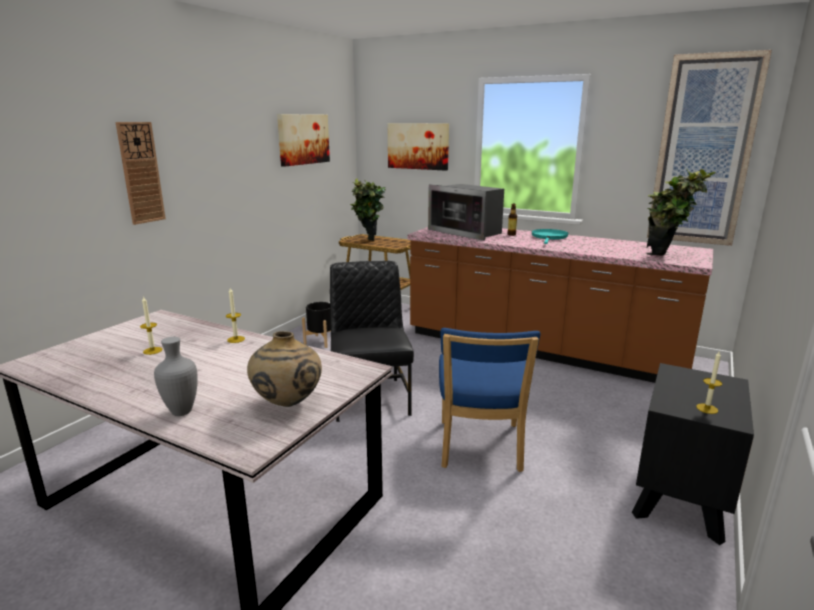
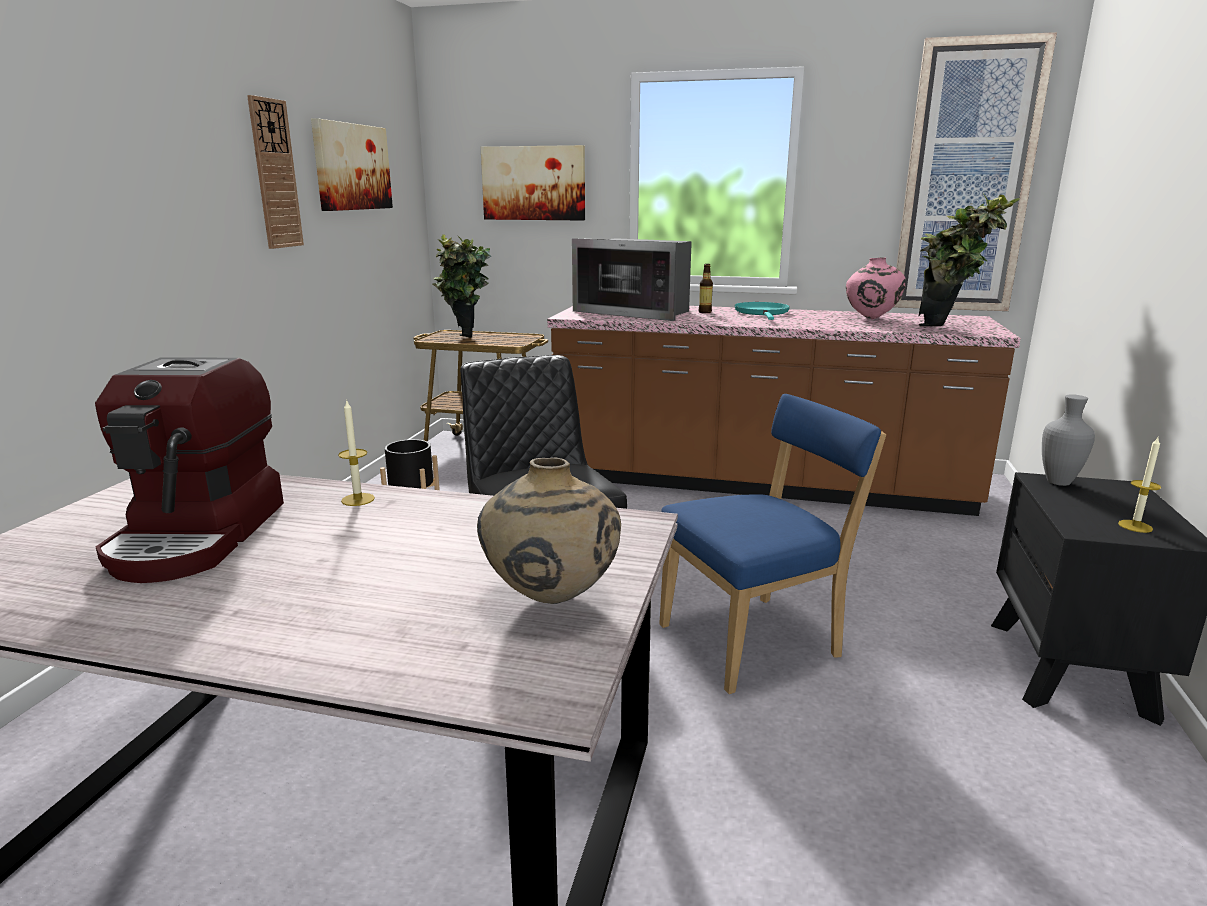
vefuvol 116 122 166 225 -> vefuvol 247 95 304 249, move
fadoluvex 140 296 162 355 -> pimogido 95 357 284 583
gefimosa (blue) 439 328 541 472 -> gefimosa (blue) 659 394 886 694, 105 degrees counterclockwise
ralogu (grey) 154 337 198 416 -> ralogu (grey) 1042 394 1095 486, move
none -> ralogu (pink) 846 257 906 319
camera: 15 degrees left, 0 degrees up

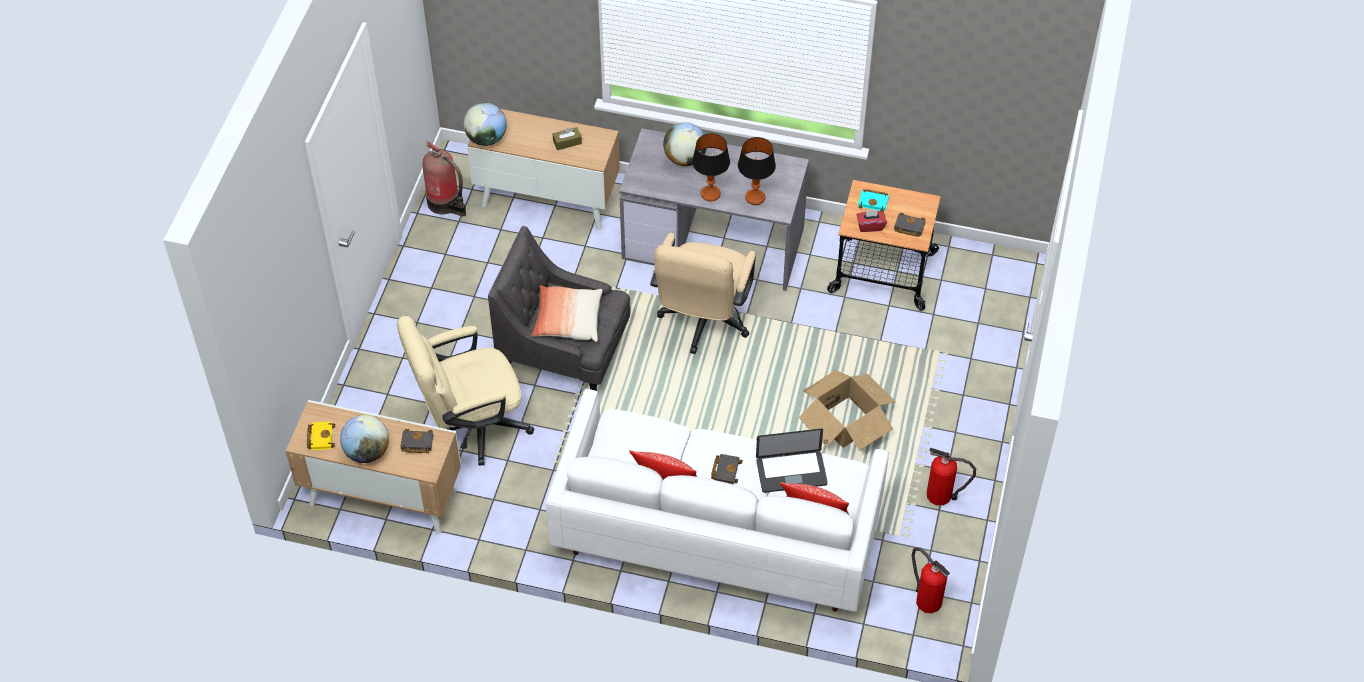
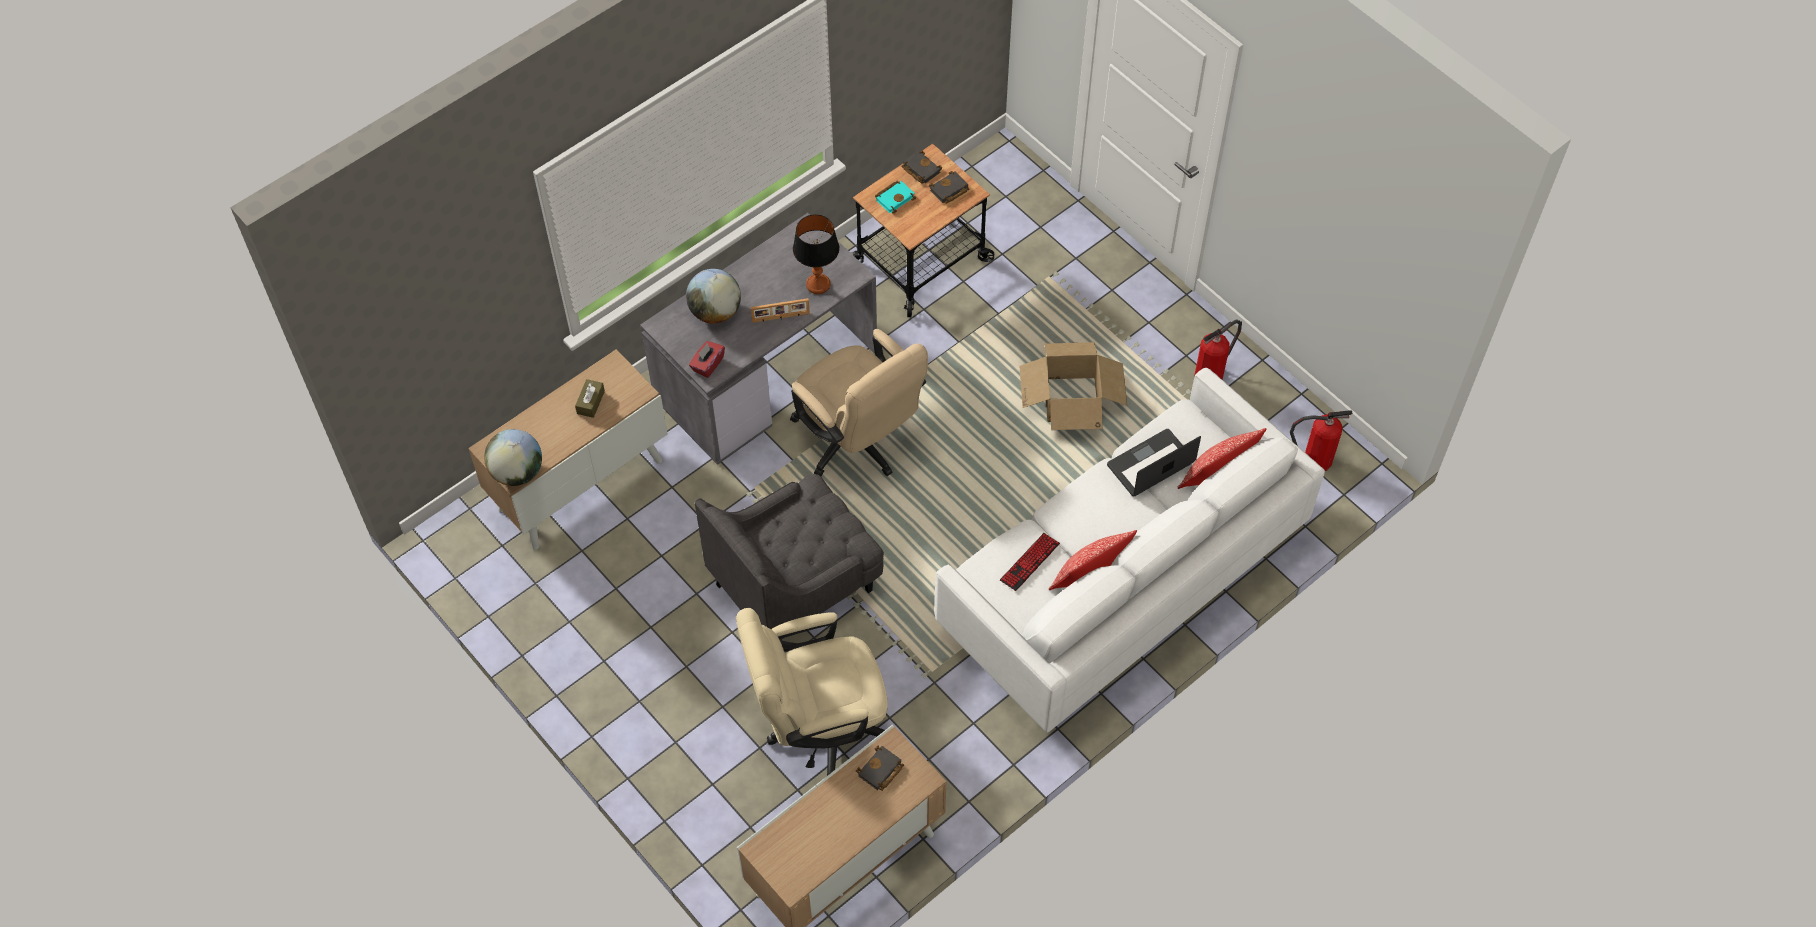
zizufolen 692 133 730 201 -> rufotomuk 751 298 810 323
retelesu 423 140 466 216 -> none
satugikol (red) 857 210 887 232 -> satugikol (red) 689 341 725 378, move
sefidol 531 285 603 342 -> none
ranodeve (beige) 397 316 534 466 -> ranodeve (beige) 736 608 888 776, 60 degrees clockwise
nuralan 340 415 389 463 -> none
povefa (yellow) 307 421 335 450 -> none
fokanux 756 429 828 493 -> fokanux 1107 429 1201 497, 150 degrees counterclockwise
povefa (black) 711 454 743 485 -> povefa (black) 901 151 942 184, move
none -> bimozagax 1000 533 1060 591
camera: 55 degrees left, 5 degrees up

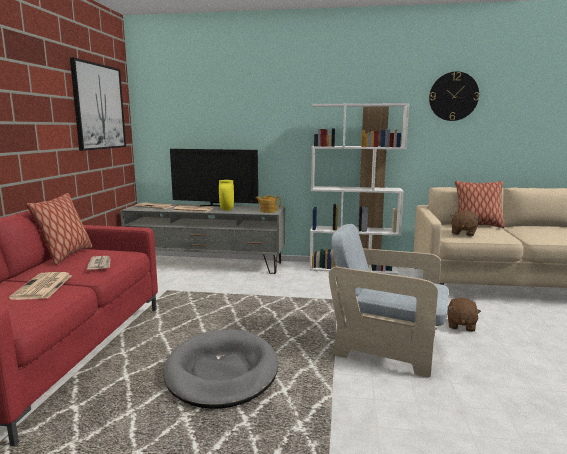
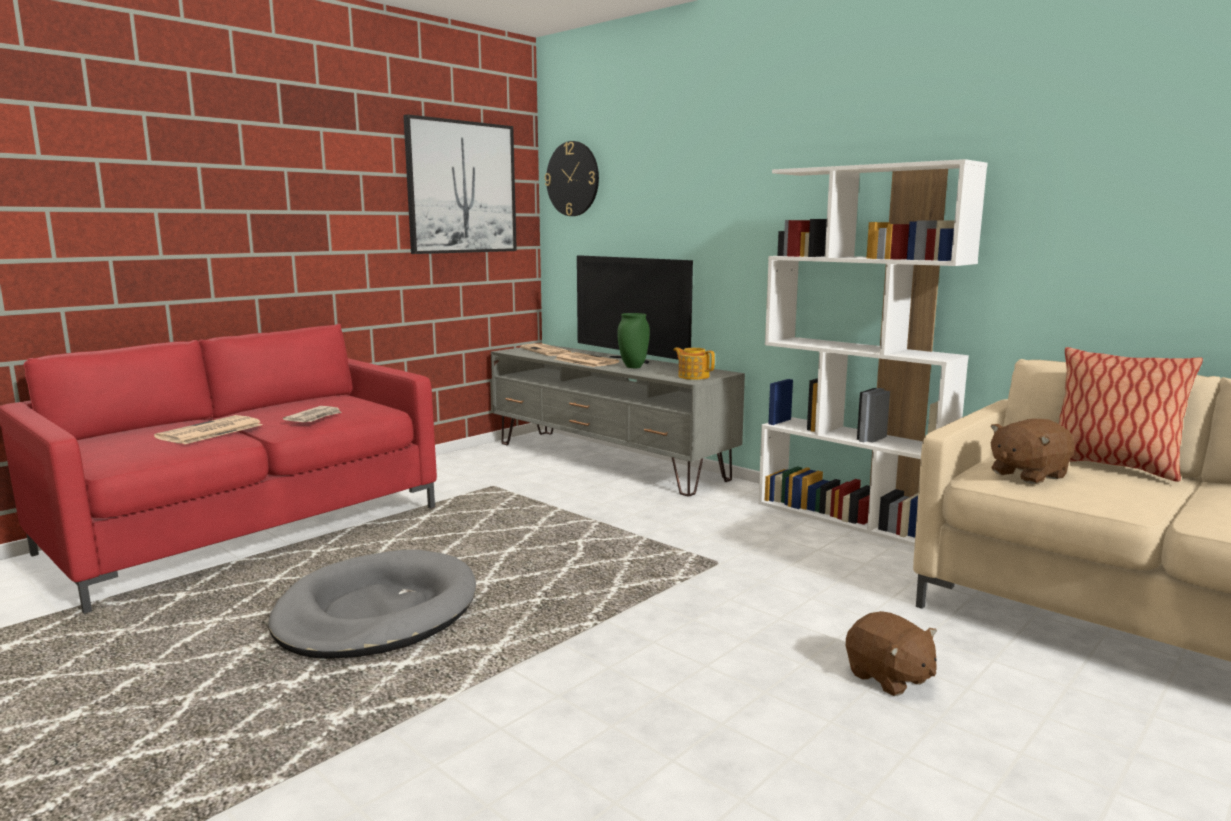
vefuvol 429 71 479 121 -> vefuvol 545 141 599 216, move
ralogu (yellow) 219 180 234 211 -> ralogu (green) 617 313 650 368
sefidol 26 193 93 265 -> none
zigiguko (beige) 329 224 448 378 -> none
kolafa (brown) 448 298 481 332 -> kolafa (brown) 846 611 937 696, 90 degrees counterclockwise
camera: 35 degrees right, 0 degrees up

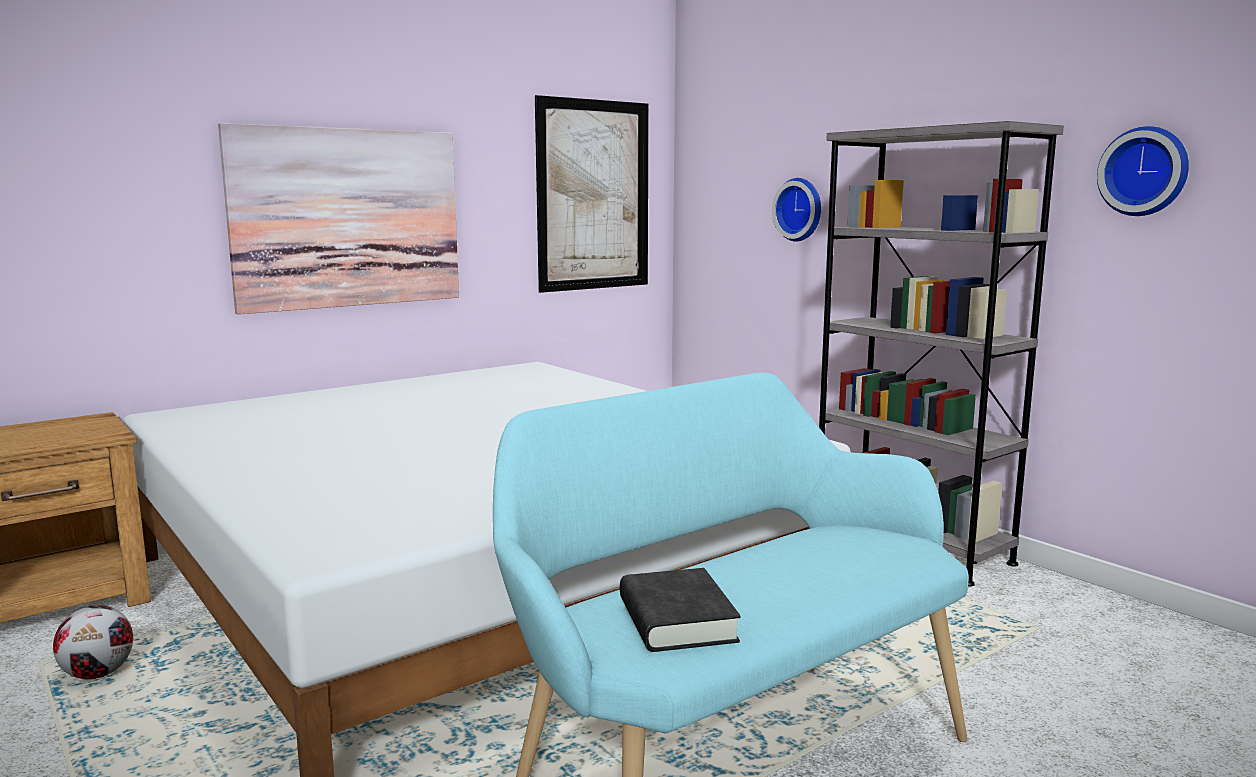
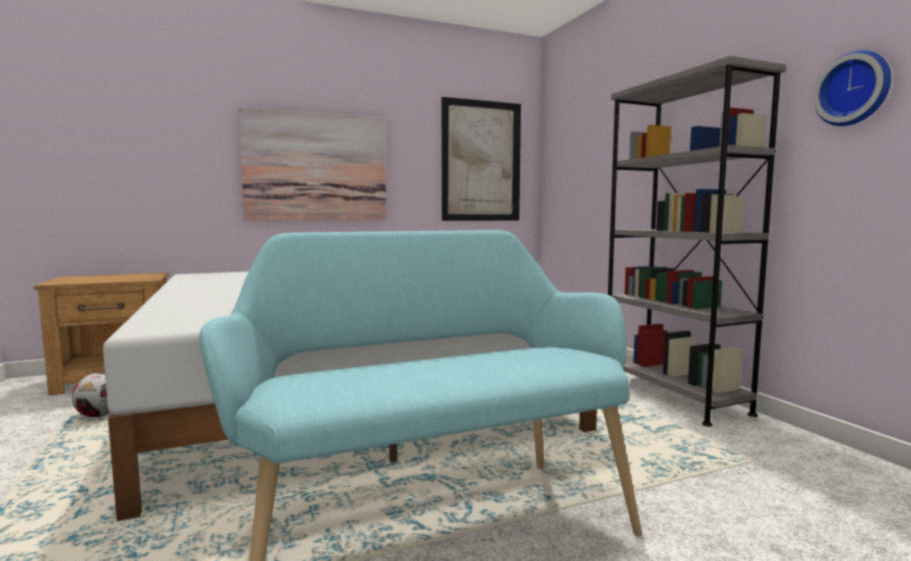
vefuvol 772 178 821 242 -> none
povefa (black) 620 568 740 652 -> none
camera: 15 degrees right, 5 degrees down

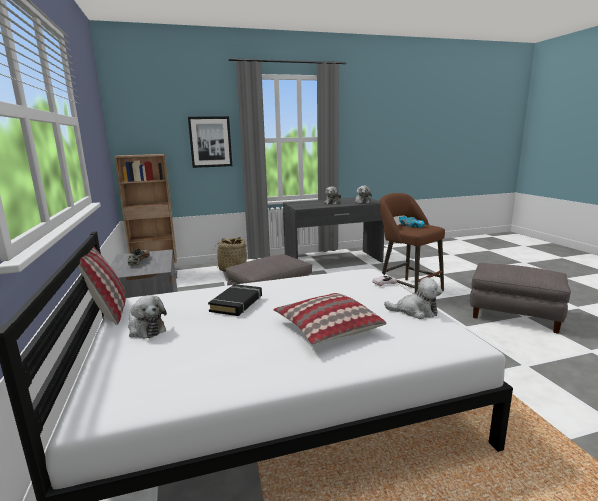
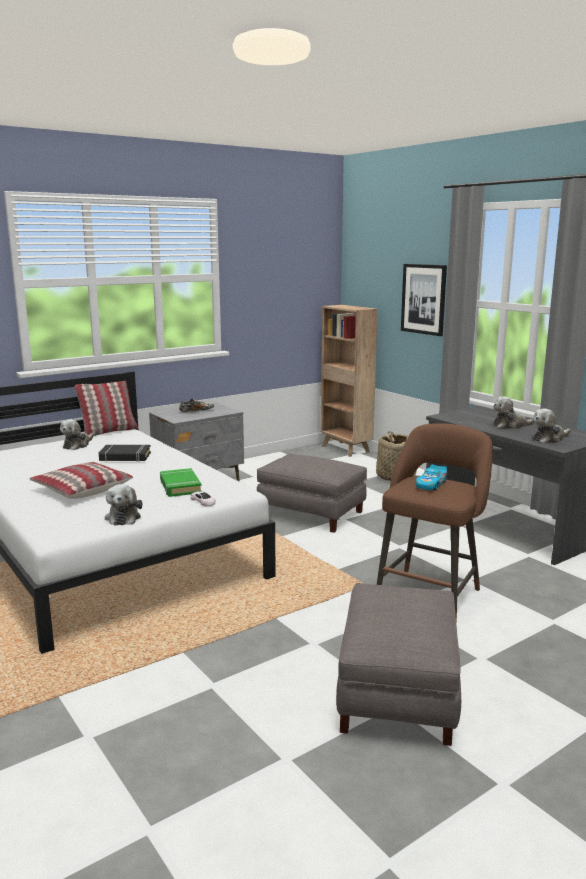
none -> povefa (green) 160 468 202 497
camera: 70 degrees right, 0 degrees up

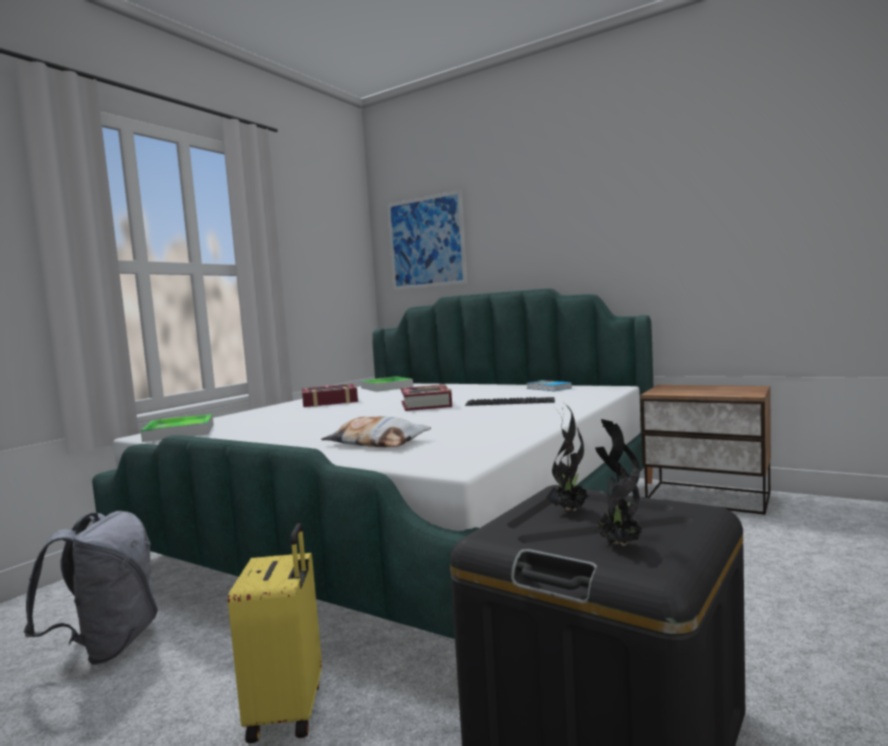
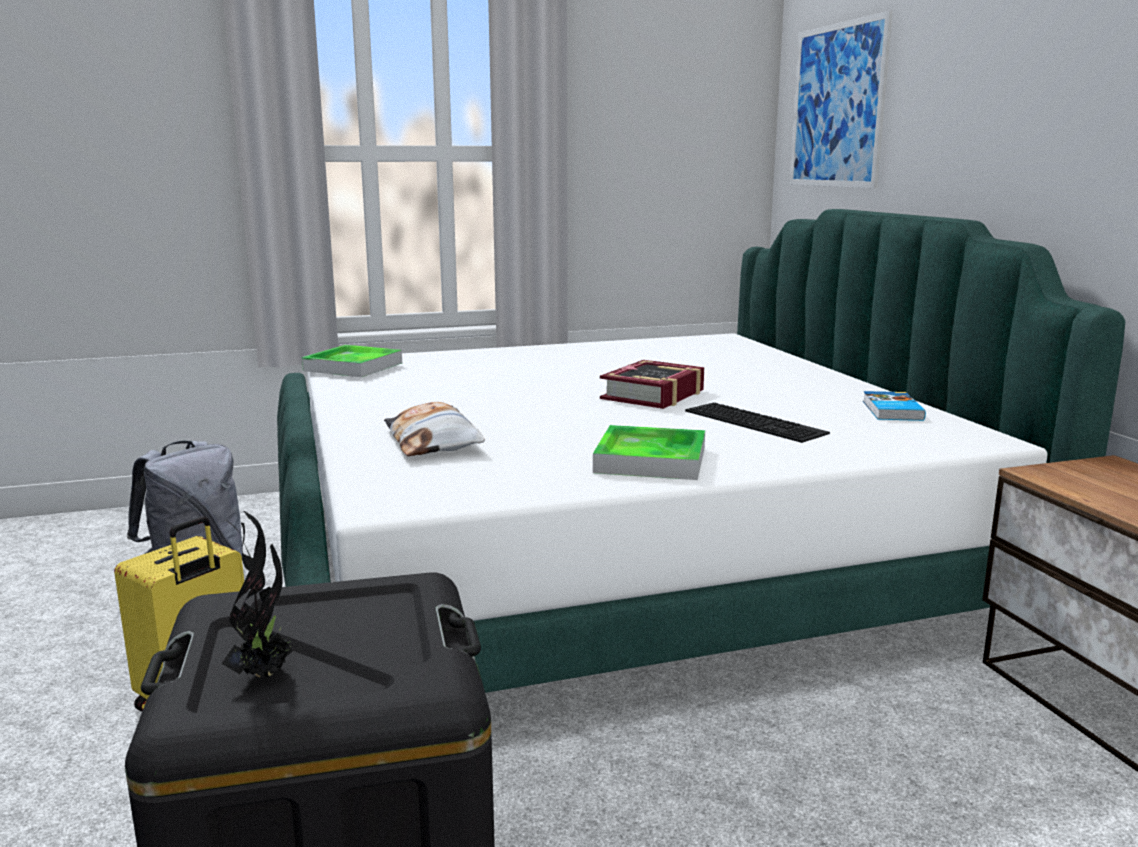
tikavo 361 376 413 392 -> tikavo 593 425 705 480, move
povefa 302 384 358 407 -> none
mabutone 546 403 589 511 -> none
camera: 40 degrees right, 10 degrees up

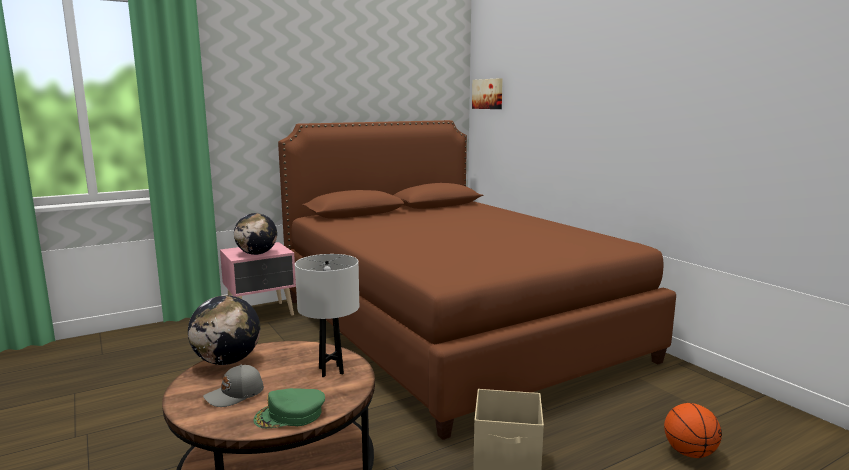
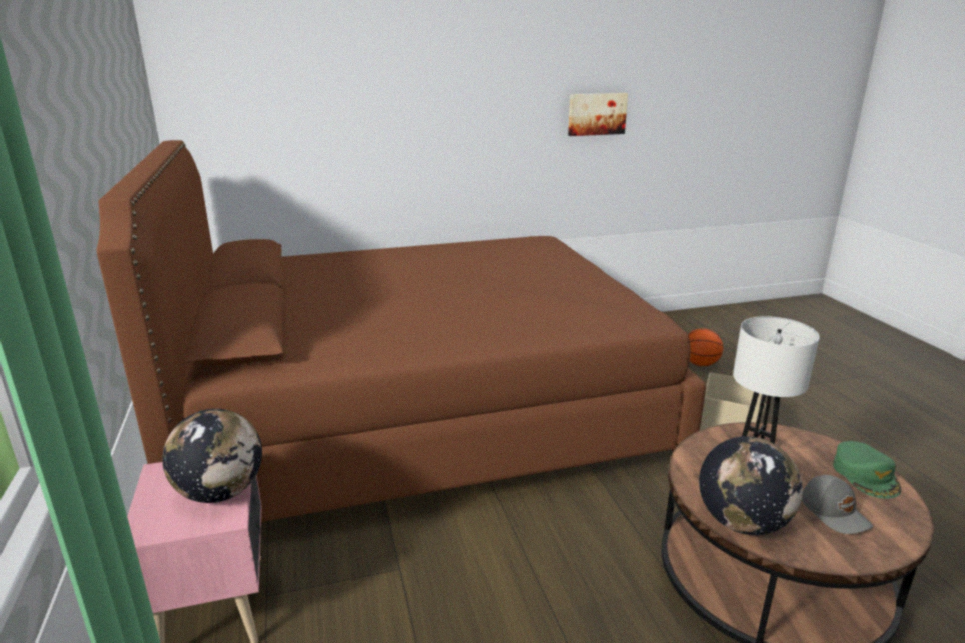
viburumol 472 78 503 109 -> viburumol 568 93 628 136, move
camera: 75 degrees left, 10 degrees up

